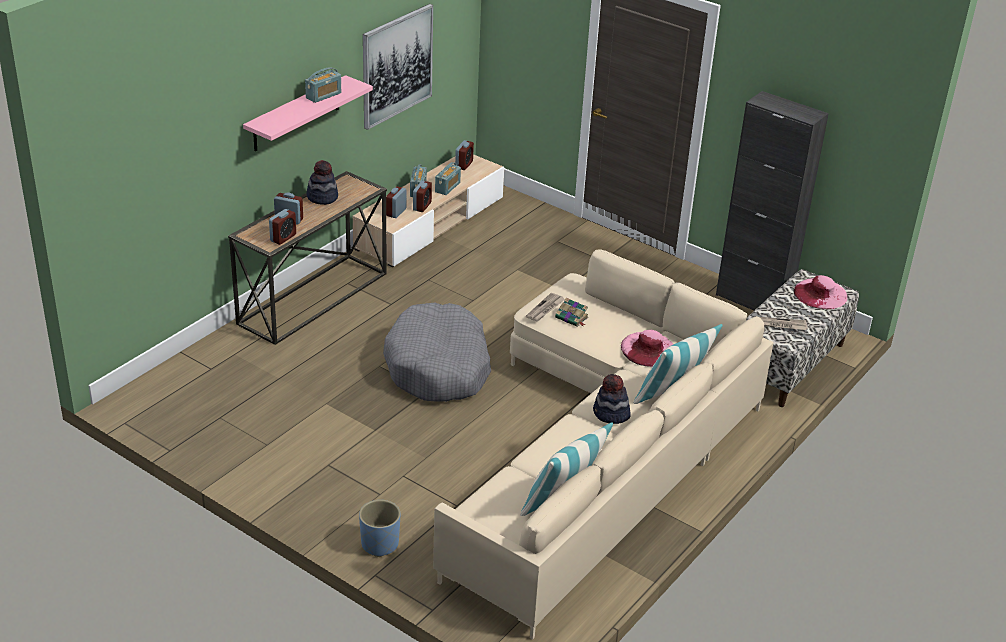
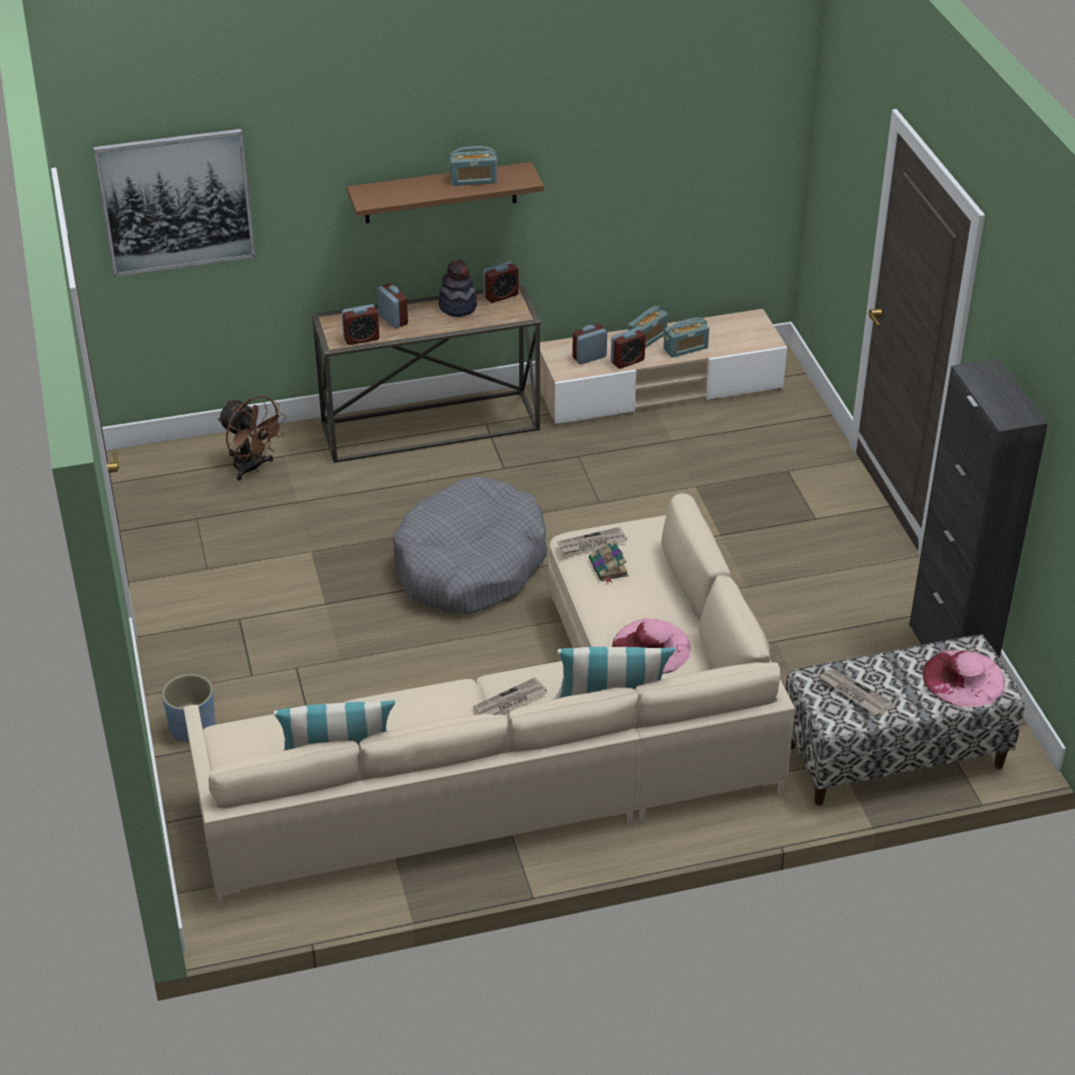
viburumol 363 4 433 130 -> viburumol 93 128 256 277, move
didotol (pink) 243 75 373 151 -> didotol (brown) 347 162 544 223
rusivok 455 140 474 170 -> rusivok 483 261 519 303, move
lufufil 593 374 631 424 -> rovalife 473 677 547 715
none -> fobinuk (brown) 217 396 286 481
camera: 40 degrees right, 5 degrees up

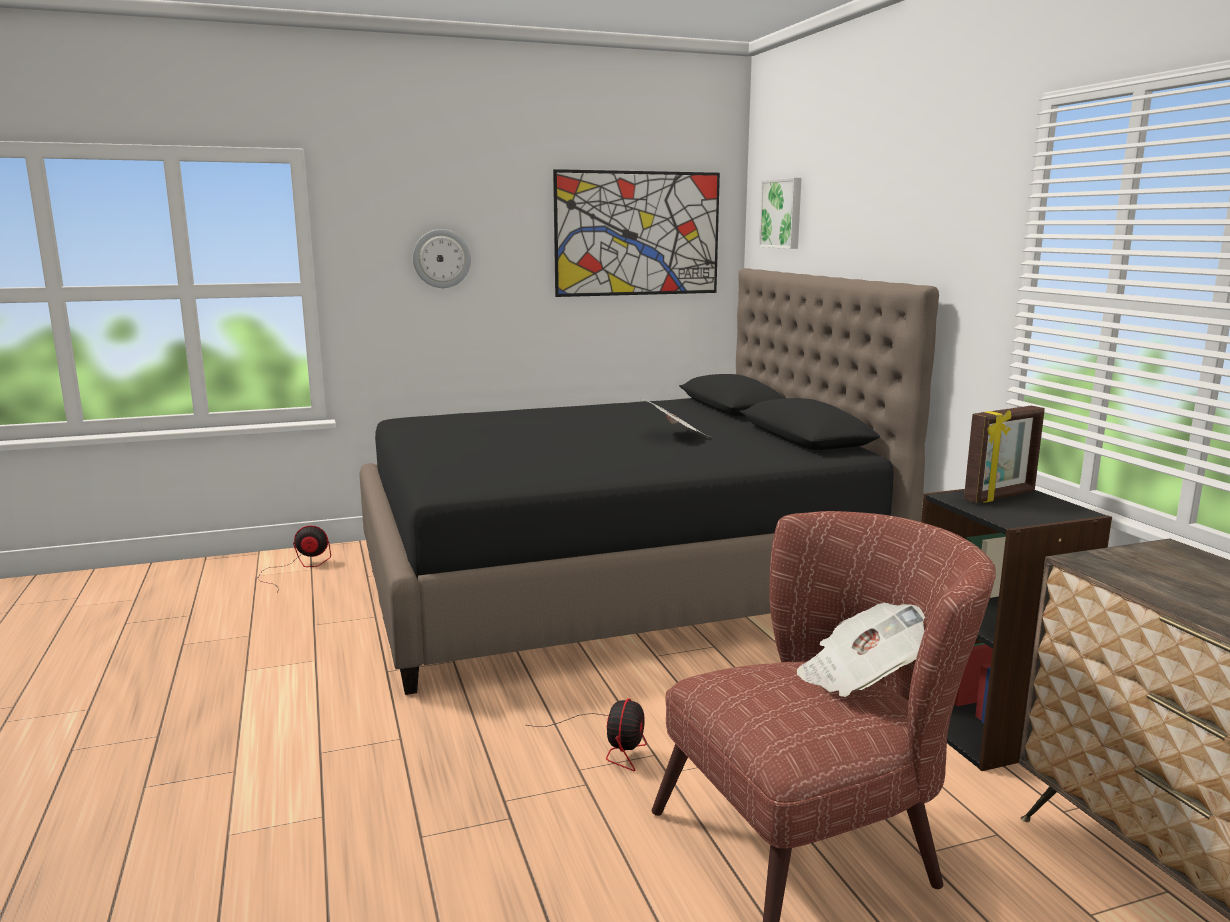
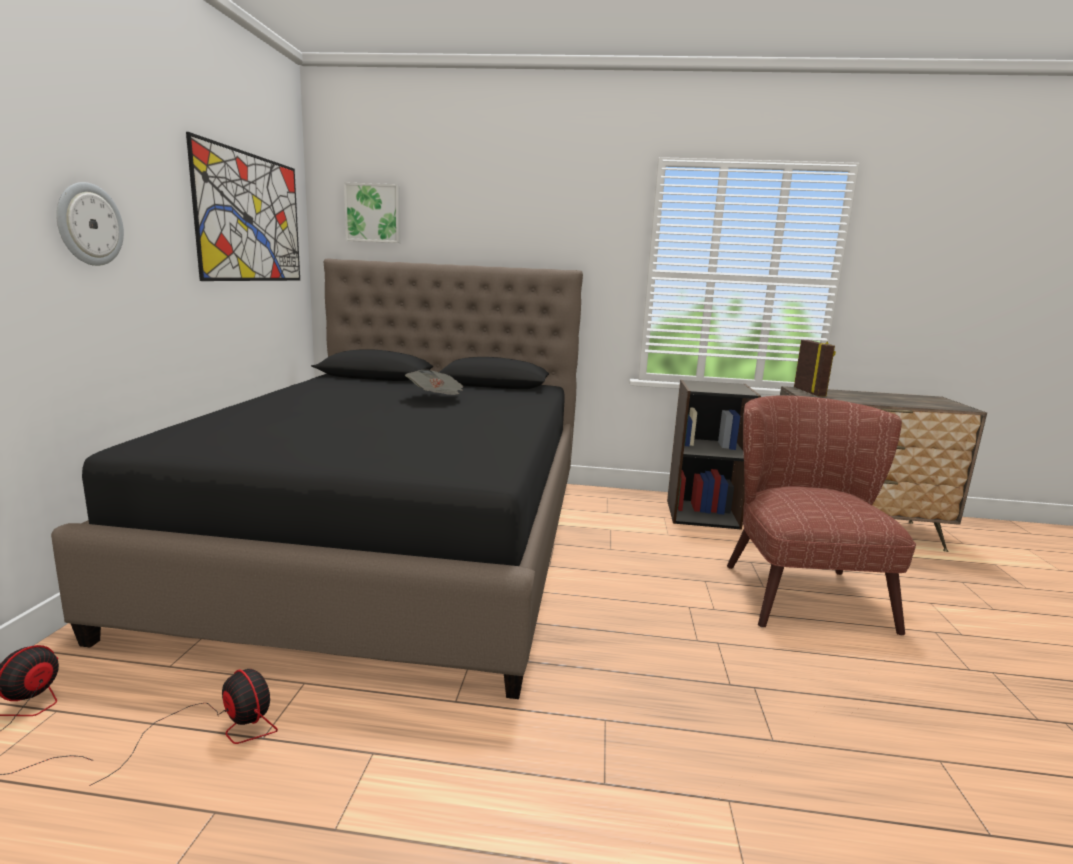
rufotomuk 964 406 1045 503 -> rufotomuk 794 340 836 397, move
rovalife 797 603 925 697 -> none
fobinuk 527 698 647 771 -> fobinuk 89 669 278 786, move
camera: 65 degrees left, 0 degrees up

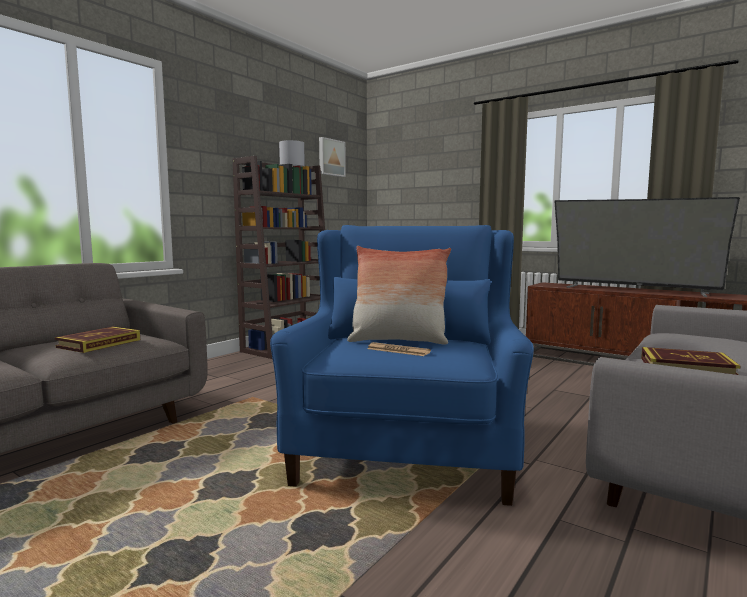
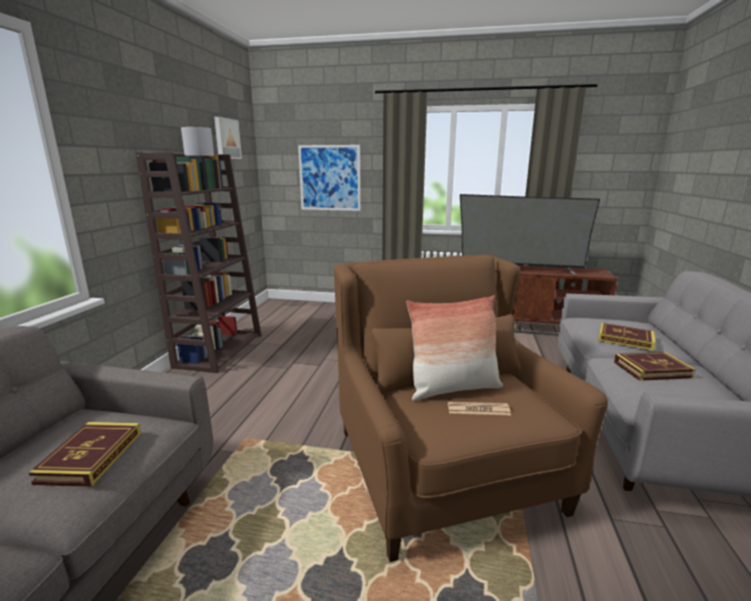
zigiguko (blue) 270 225 534 506 -> zigiguko (brown) 334 255 608 562
none -> viburumol 298 145 361 211
none -> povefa 598 323 656 351
camera: 25 degrees left, 10 degrees up

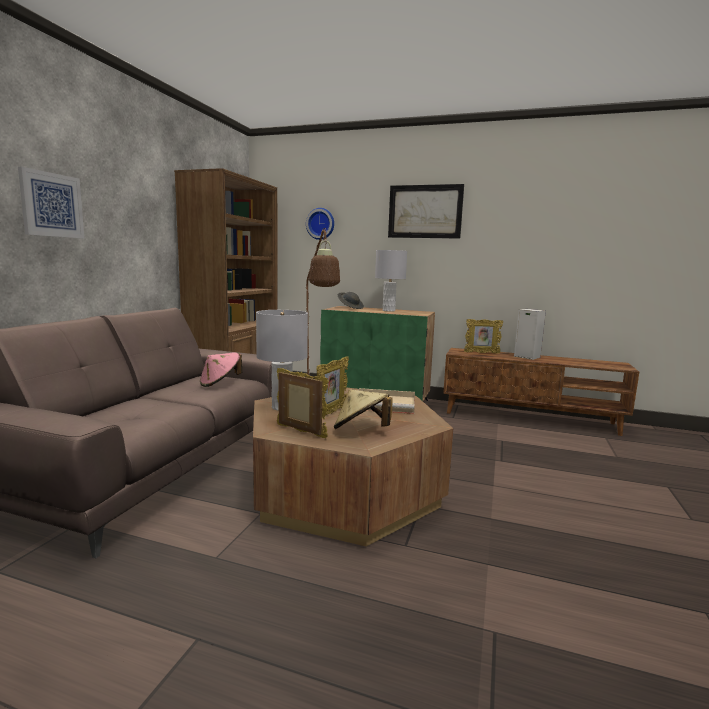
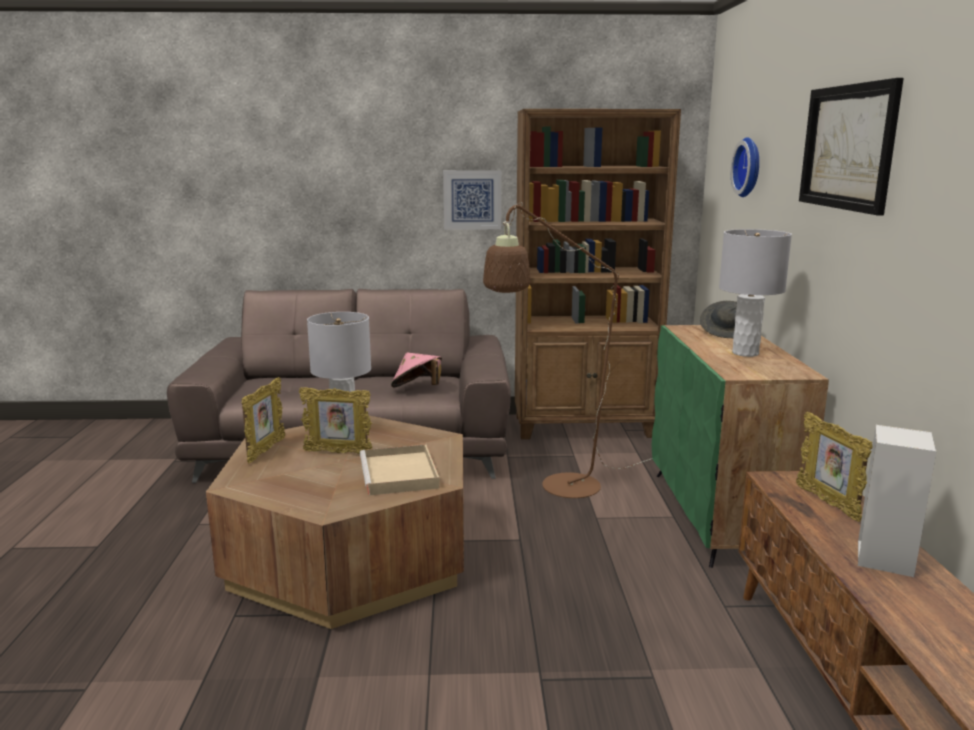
viburumol 18 167 84 238 -> viburumol 443 170 501 230, move
lufufil (beige) 334 389 393 429 -> none
camera: 70 degrees right, 5 degrees up

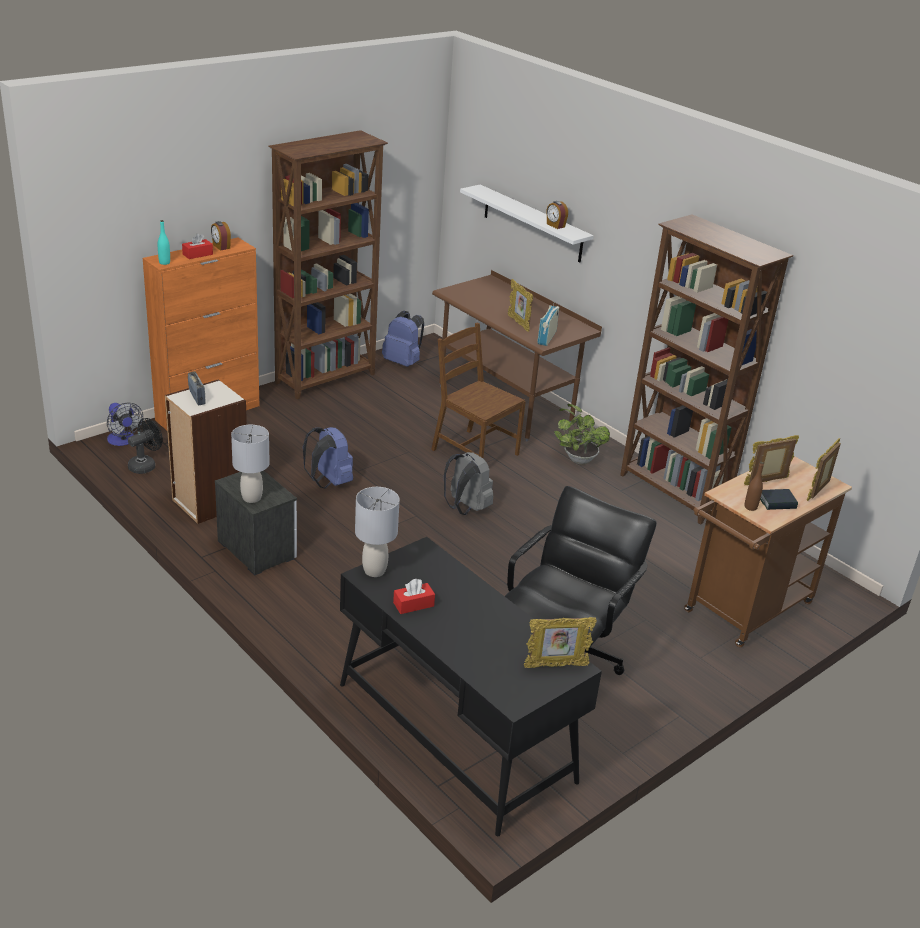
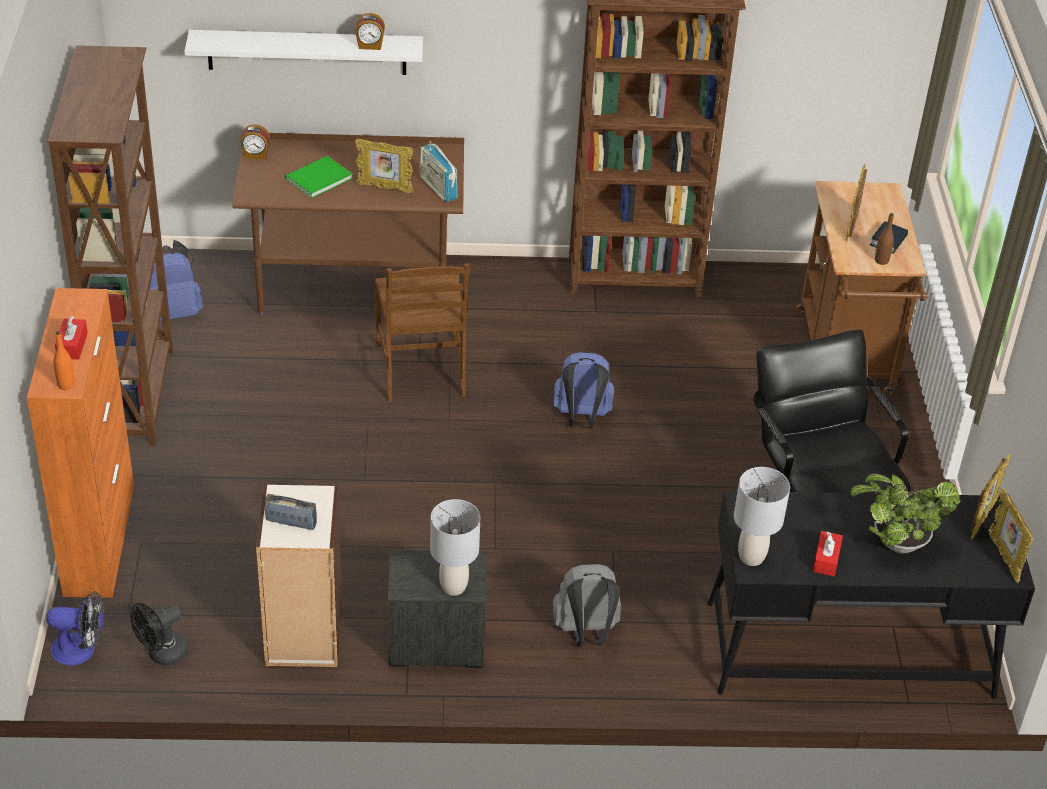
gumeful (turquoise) 158 220 170 265 -> gumeful (orange) 53 331 75 390
rusivok 211 221 231 251 -> rusivok 240 124 270 160, move
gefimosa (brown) 431 323 526 458 -> gefimosa (brown) 375 263 470 402, 90 degrees counterclockwise
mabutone 554 404 610 464 -> mabutone 850 473 960 553, move
fobinuk (black) 128 418 163 474 -> fobinuk (black) 130 603 188 665, 120 degrees counterclockwise
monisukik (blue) 303 427 353 489 -> monisukik (blue) 553 352 614 429, move
rufotomuk 807 438 841 501 -> rufotomuk 989 488 1033 583, move
monisukik (grey) 444 452 493 515 -> monisukik (grey) 553 564 621 647, move
none -> povefa (green) 285 156 353 198
camera: 50 degrees left, 10 degrees up

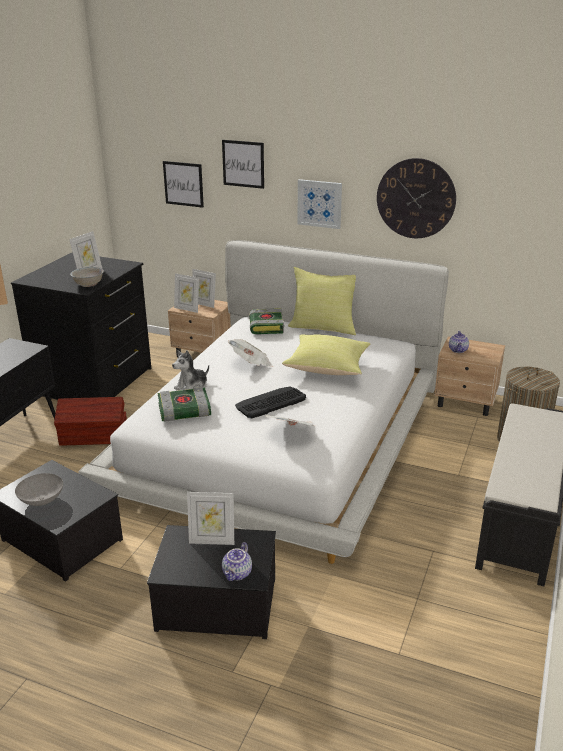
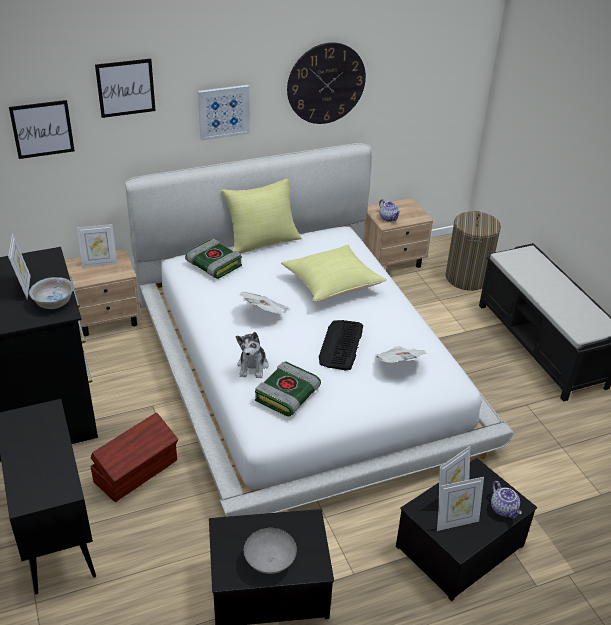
rufotomuk 174 273 199 313 -> rufotomuk 437 477 484 531, move
camera: 45 degrees left, 10 degrees up

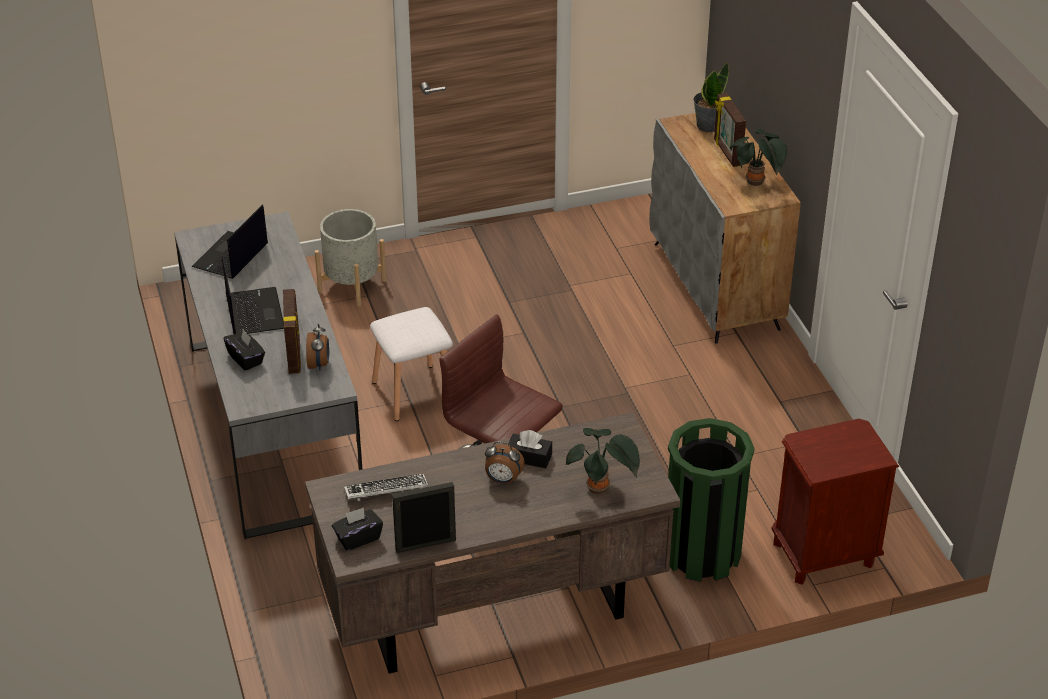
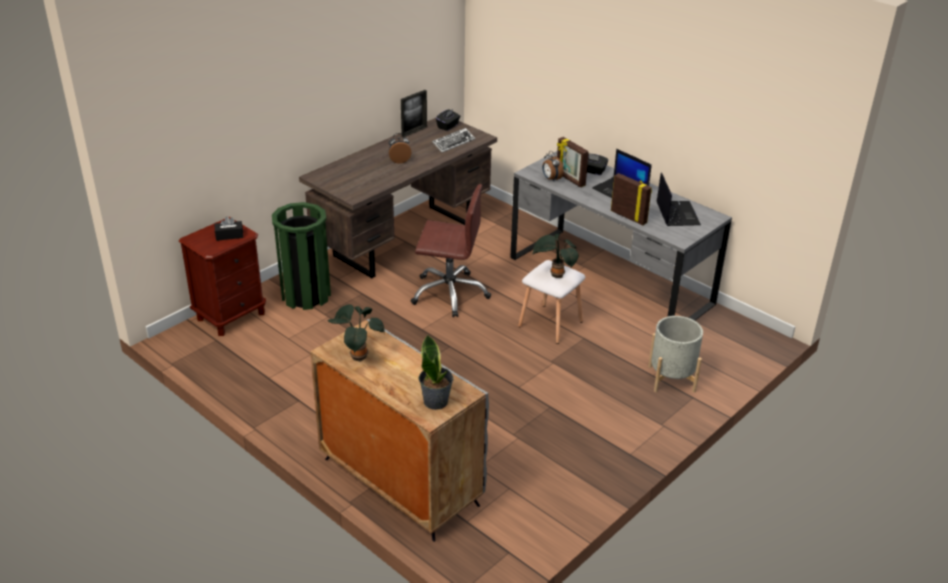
rufotomuk 714 93 746 167 -> rufotomuk 611 173 652 225, move
mabutone 565 428 640 495 -> mabutone 531 234 579 278, move
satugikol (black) 508 430 552 468 -> satugikol (black) 214 217 243 241, move
camera: 150 degrees right, 5 degrees down

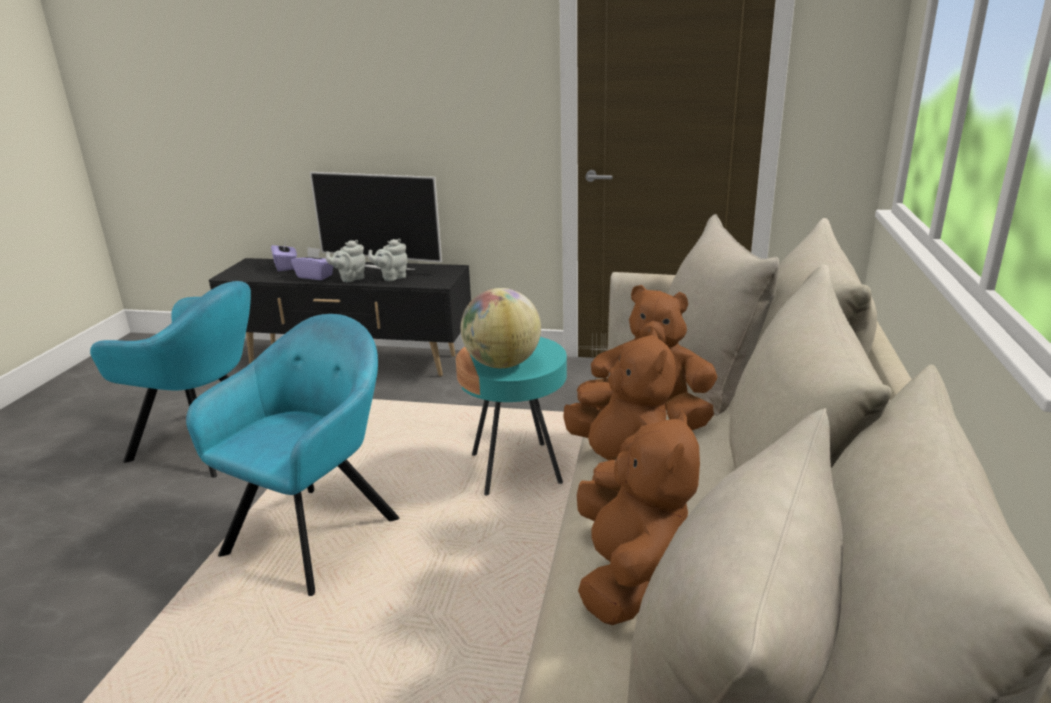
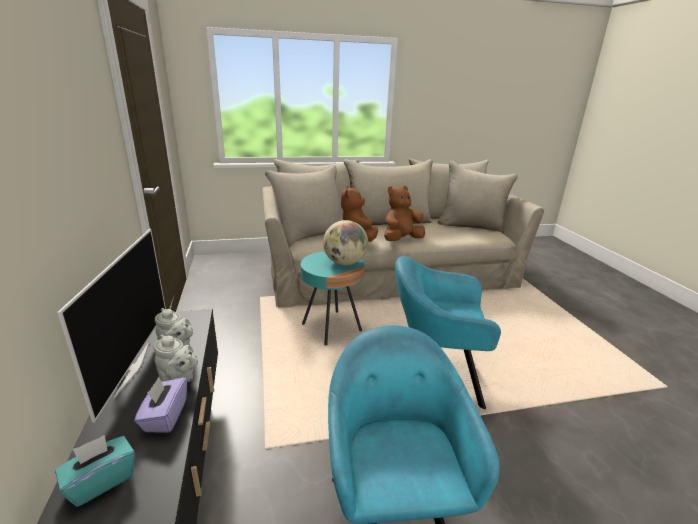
satugikol (purple) 271 239 297 271 -> satugikol (turquoise) 55 435 135 506
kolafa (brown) 577 409 700 625 -> none
camera: 115 degrees left, 0 degrees up

